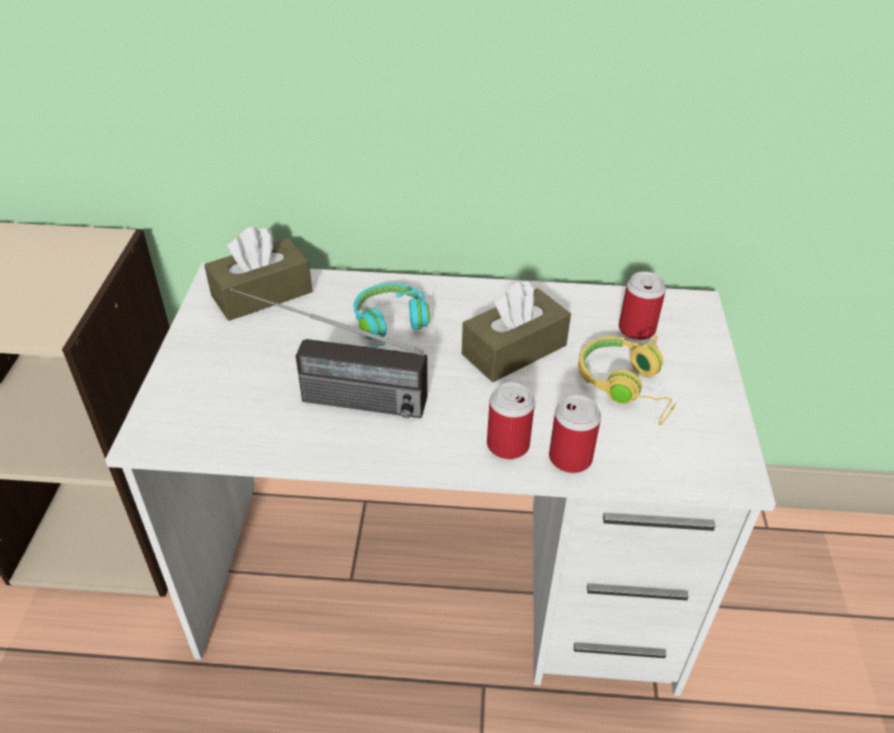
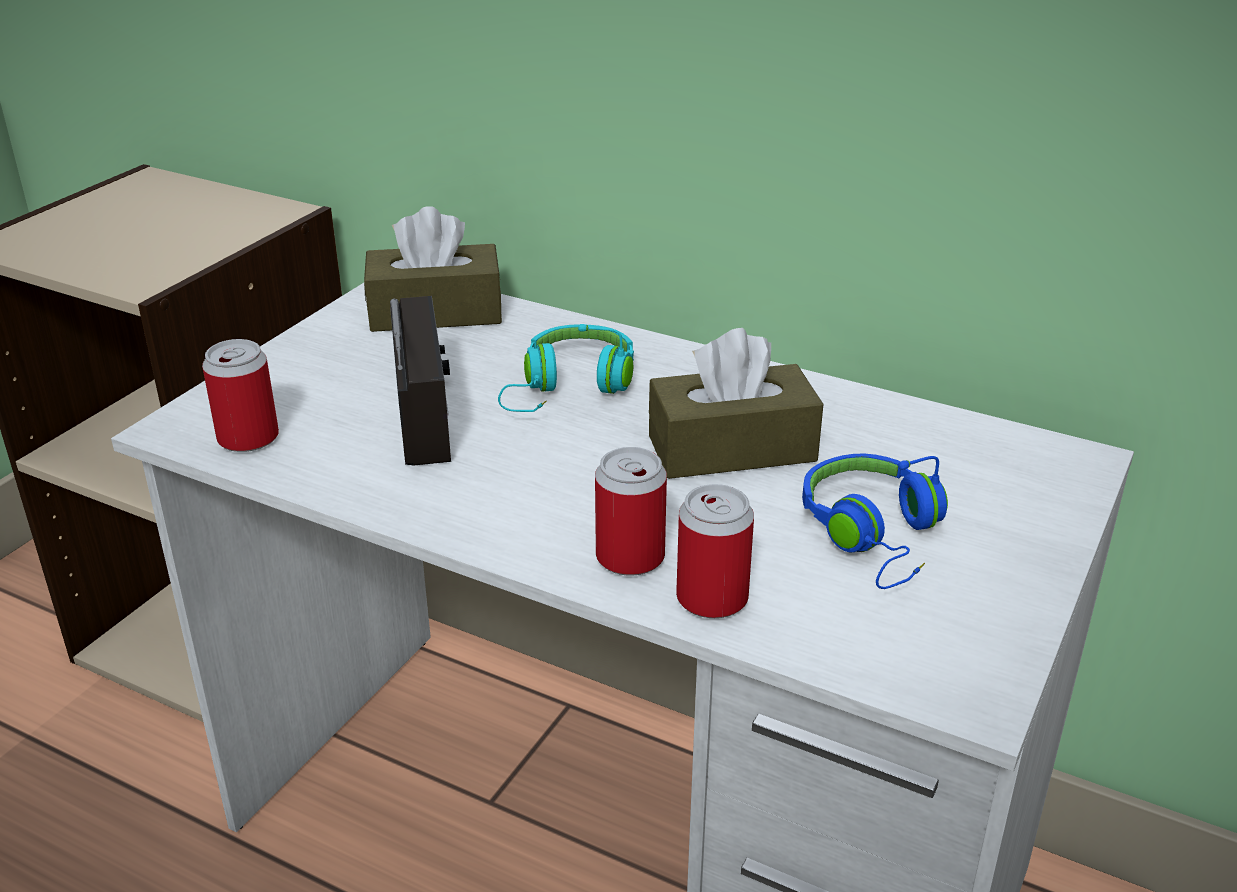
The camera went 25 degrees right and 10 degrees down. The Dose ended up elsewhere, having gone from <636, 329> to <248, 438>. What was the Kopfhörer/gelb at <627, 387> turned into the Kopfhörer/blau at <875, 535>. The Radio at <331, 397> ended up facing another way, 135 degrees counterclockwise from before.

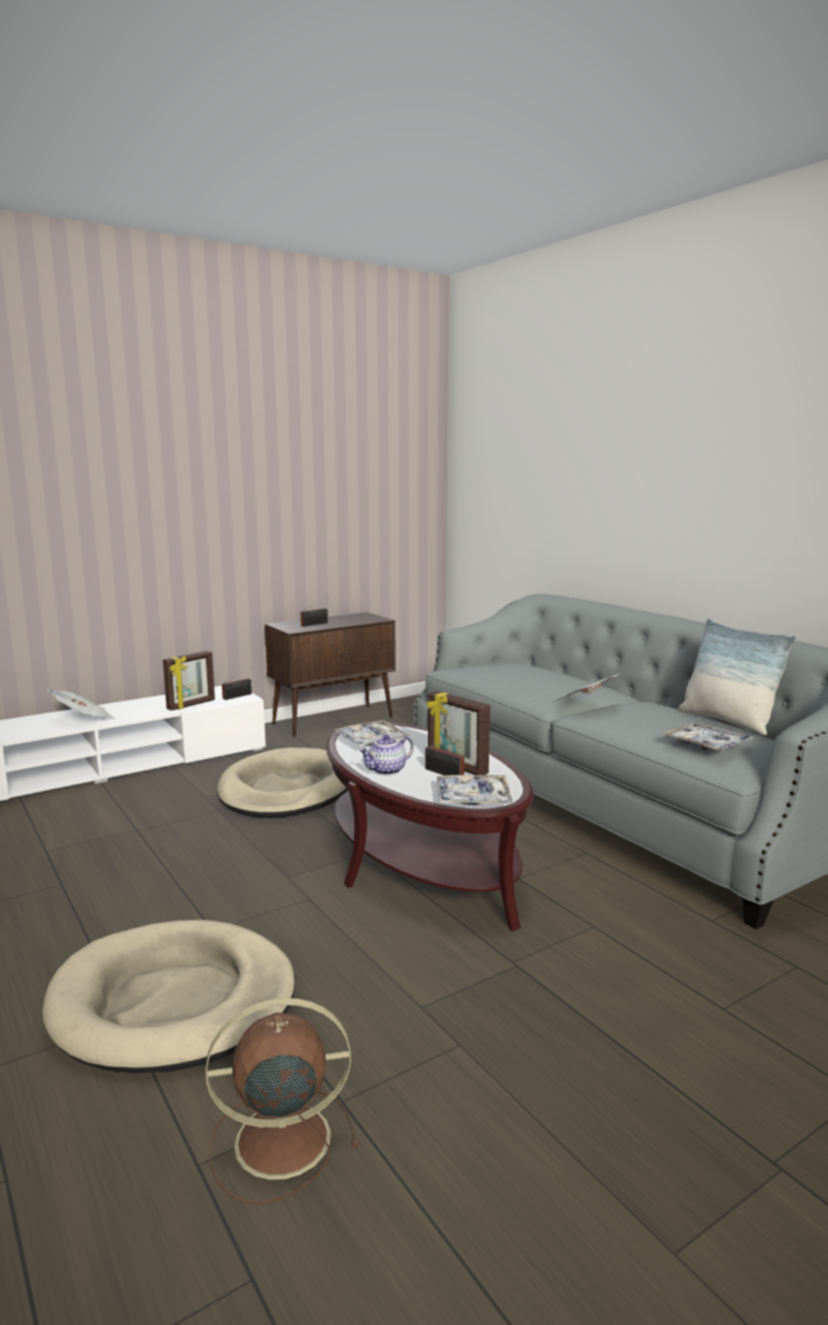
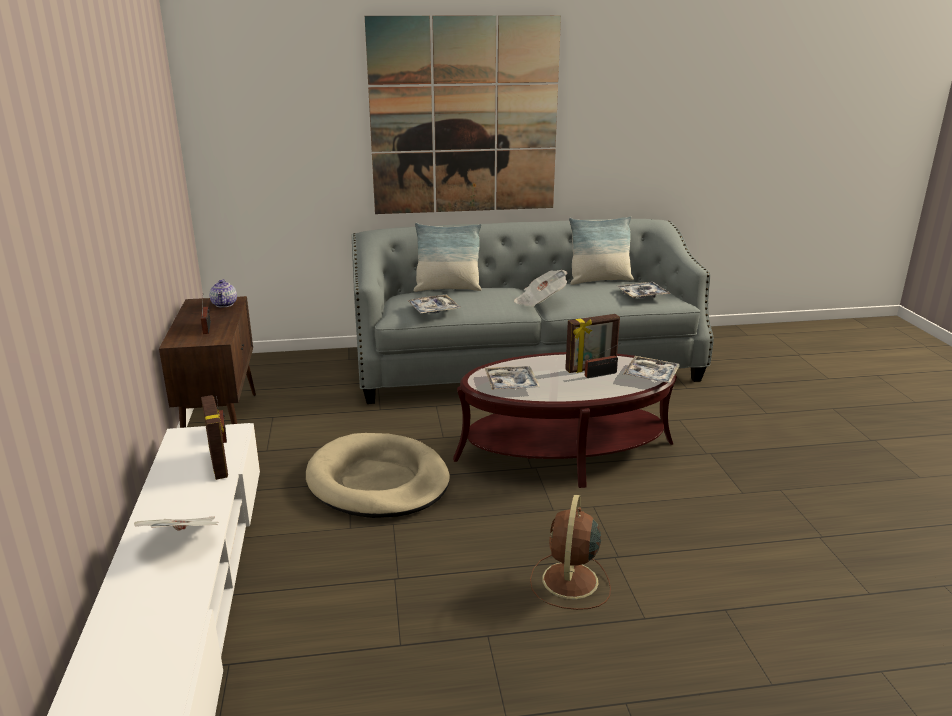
The camera went 65 degrees left and 10 degrees up. The second view lost the Hundebett/beige at <173, 1002>. The second view gained the Bild at <464, 117>. The second view gained the Tablett at <433, 309>. The second view gained the Kissen at <447, 289>. The Ventilator/braun ended up elsewhere, having gone from <278, 1140> to <569, 582>. The Teekanne ended up elsewhere, having gone from <387, 771> to <225, 304>.

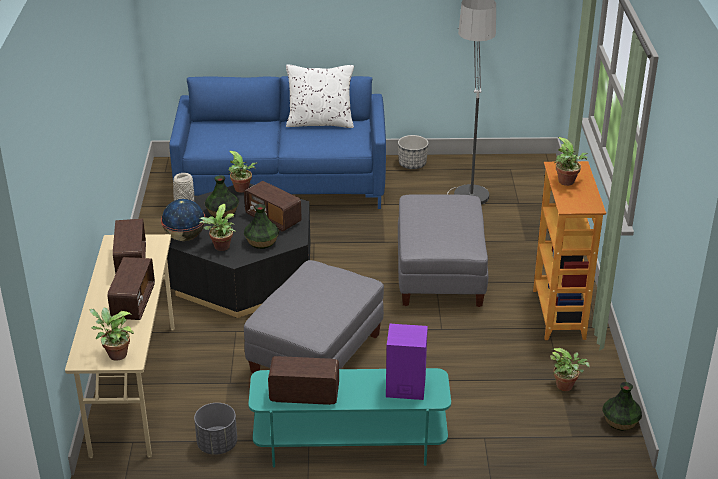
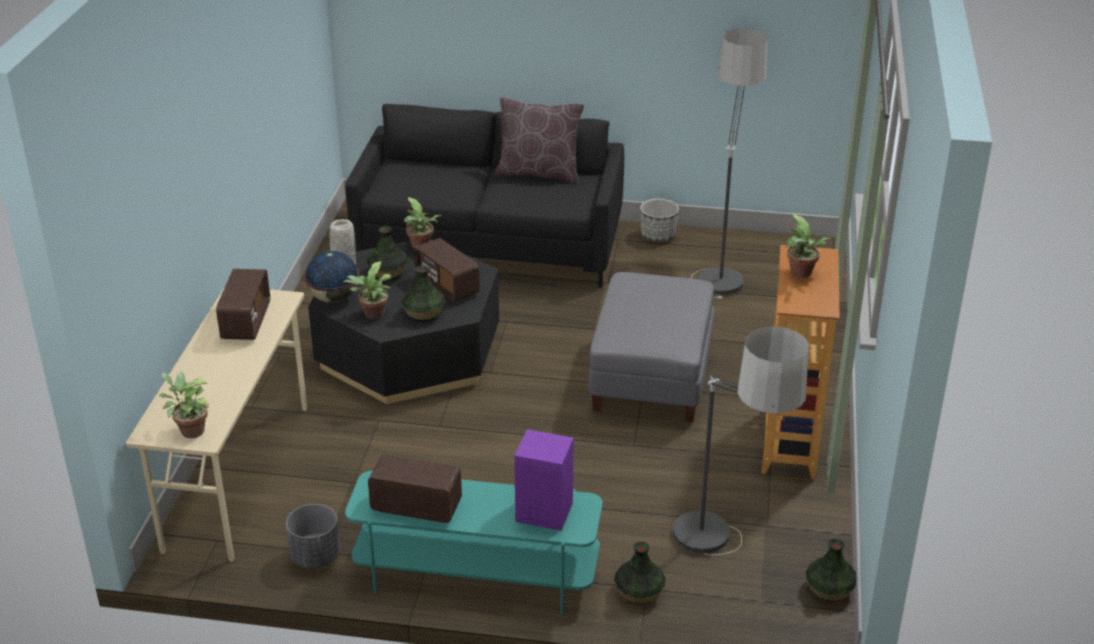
The camera went 10 degrees right and 0 degrees up. The second view lost the Radio at <133, 303>. The second view lost the Polsterhocker/grau at <316, 355>. The second view lost the Topfpflanze at <566, 386>. The second view gained the Vase at <639, 592>. The second view gained the Stehlampe at <725, 564>. What was the Sofa/blau at <282, 183> turned into the Sofa/schwarz at <490, 245>. What was the Kissen/weiß at <320, 122> turned into the Kissen/braun at <539, 173>.

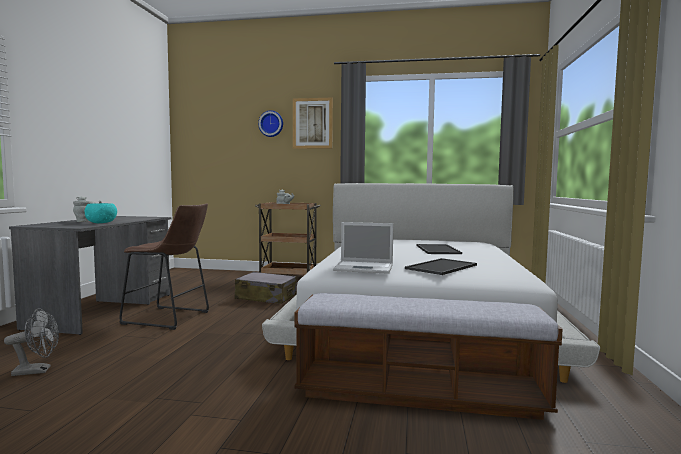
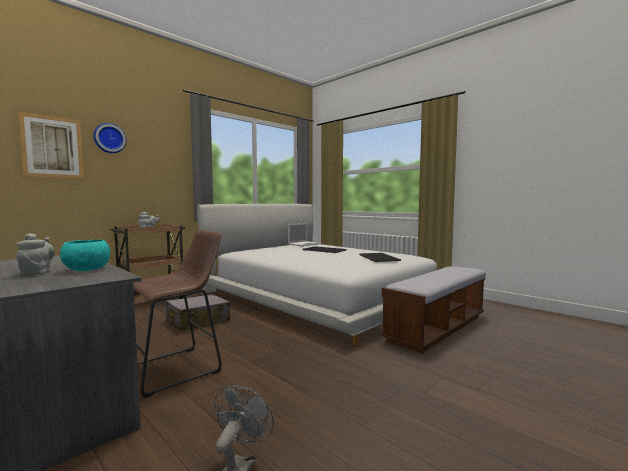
The camera went 55 degrees left and 0 degrees up. The Bild ended up elsewhere, having gone from <312, 123> to <52, 147>. The Laptop ended up elsewhere, having gone from <365, 268> to <304, 244>.

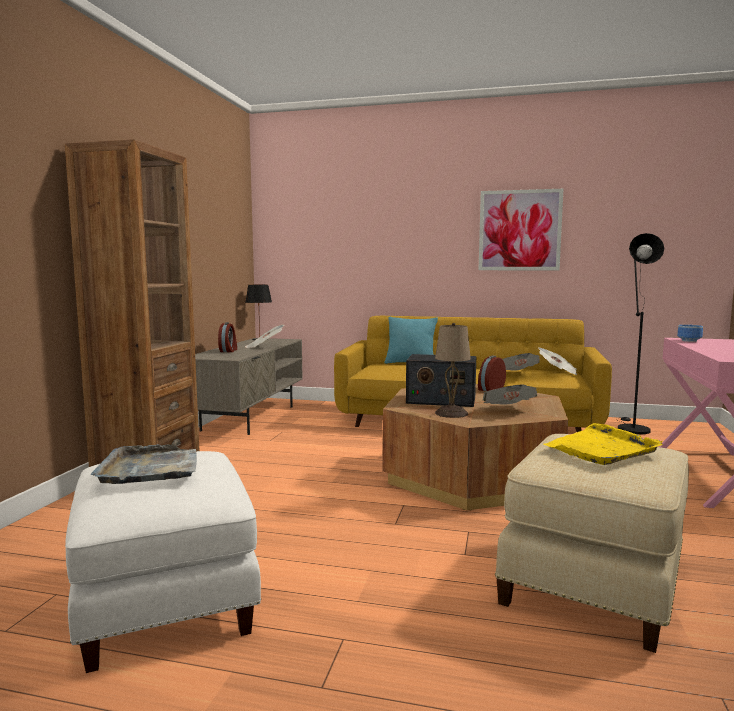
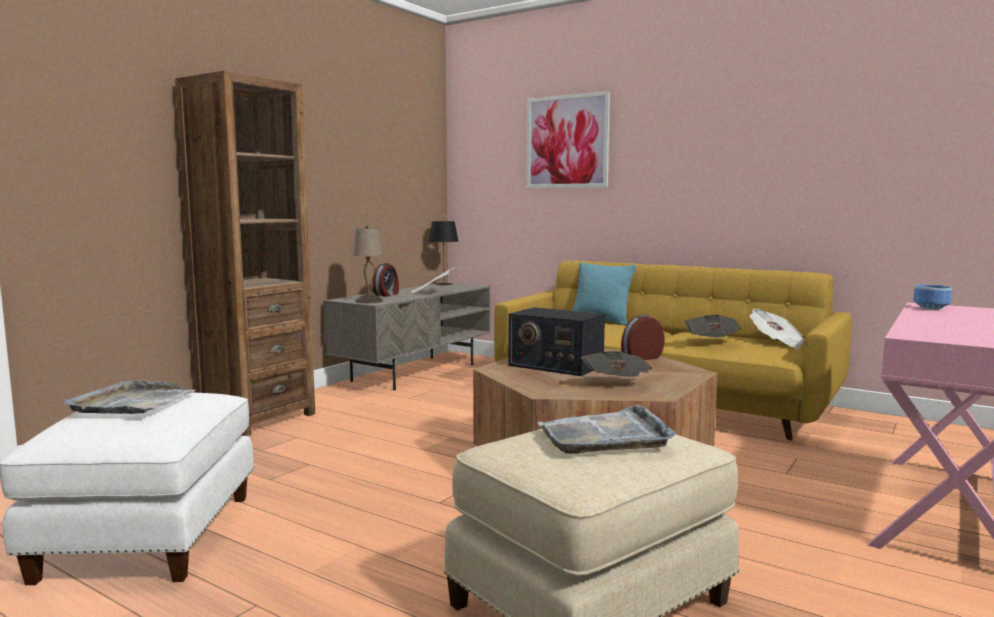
The camera went 20 degrees right and 0 degrees up. The second view lost the Stehlampe/schwarz at <631, 428>. The Tischlampe/beige ended up elsewhere, having gone from <452, 413> to <369, 301>. The Bild ended up elsewhere, having gone from <519, 230> to <567, 142>. What was the Tablett/gelb at <601, 448> turned into the Tablett/grau at <605, 435>.

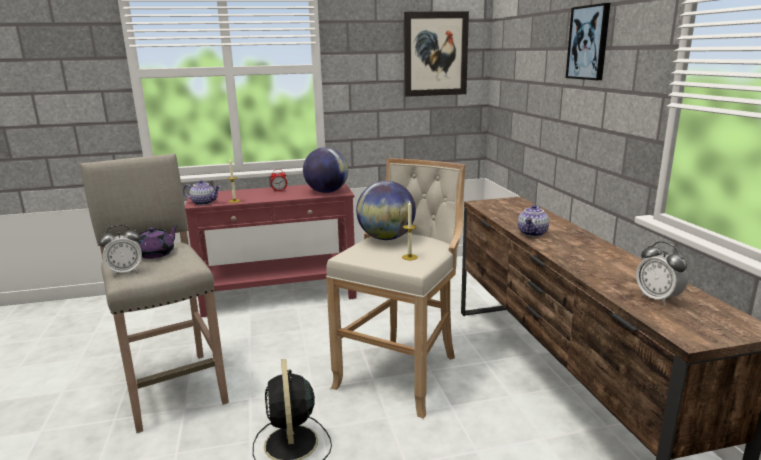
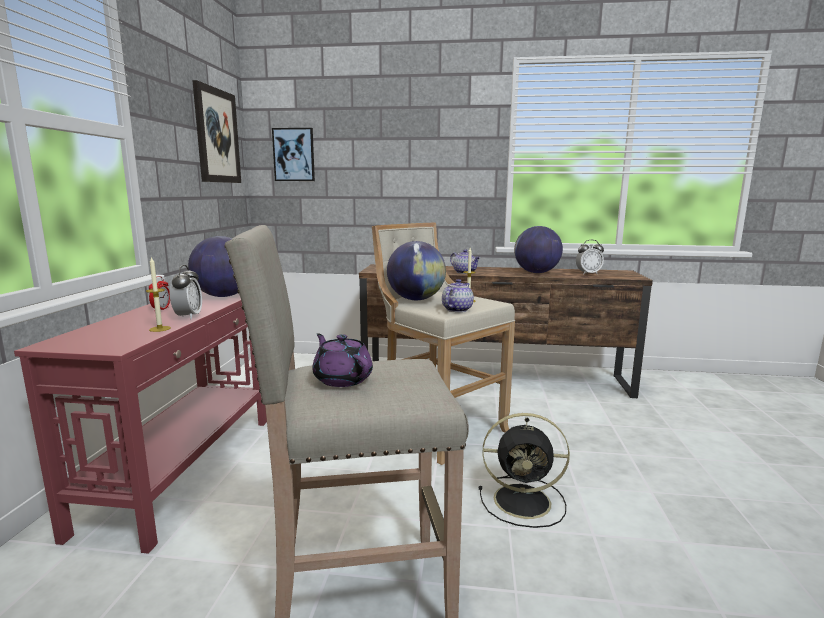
The camera went 70 degrees left and 5 degrees down. The second view gained the Globus at <536, 272>. The Wecker ended up elsewhere, having gone from <125, 272> to <188, 316>. The Teekanne ended up elsewhere, having gone from <204, 203> to <456, 309>. The Bild ended up elsewhere, having gone from <589, 42> to <294, 155>.

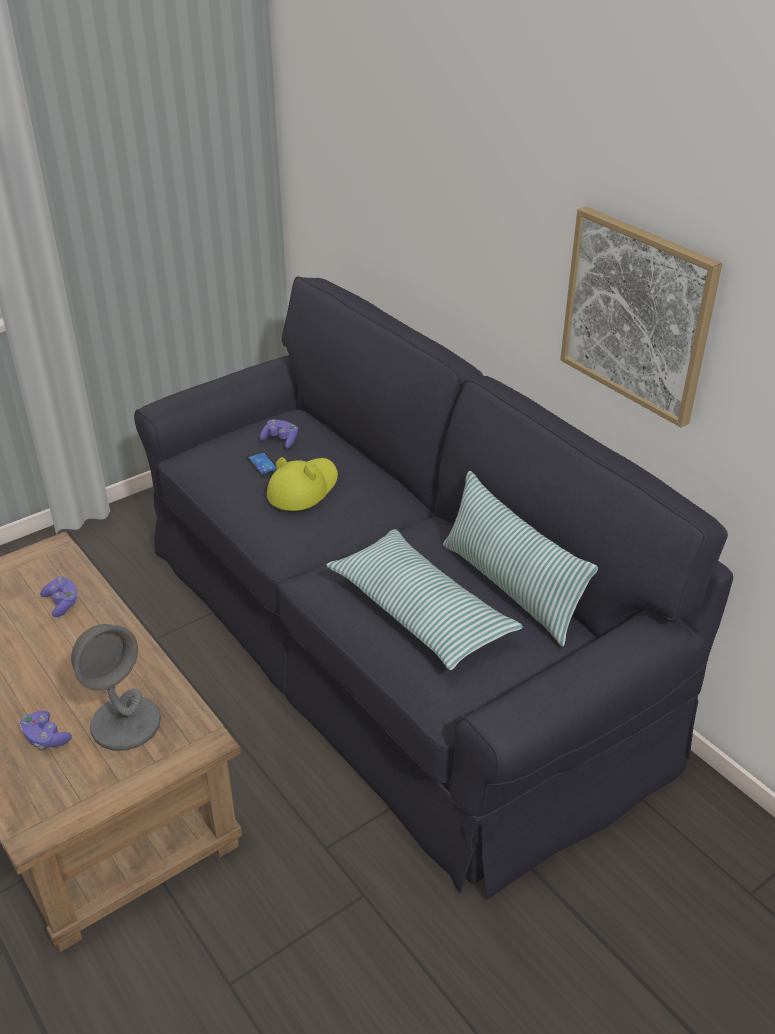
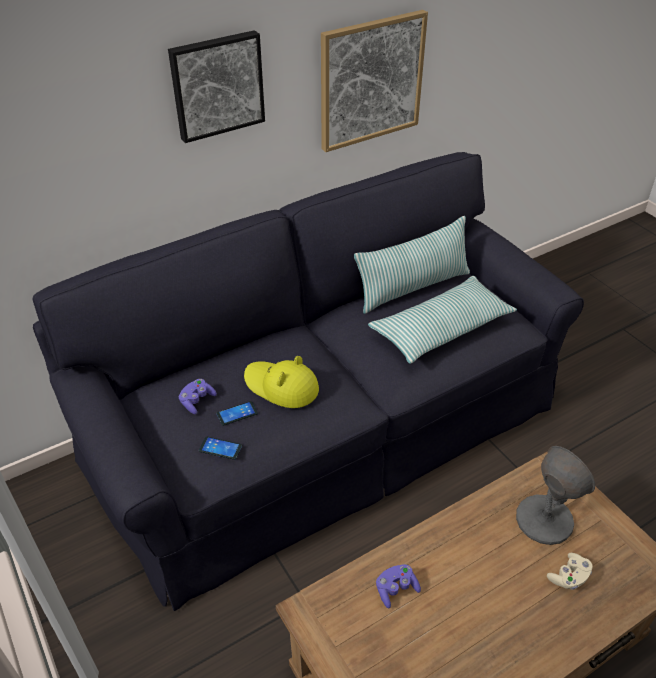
The camera went 85 degrees left and 5 degrees up. The second view gained the Bild at <217, 85>. The second view gained the Handy at <220, 448>. What was the Gamepad/lila at <46, 738> turned into the Gamepad/beige at <569, 577>.

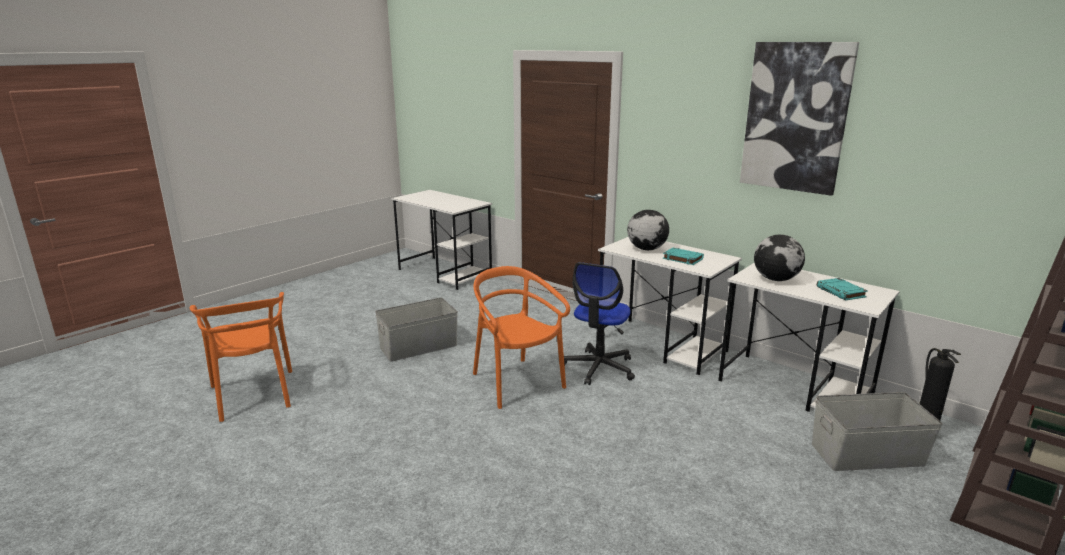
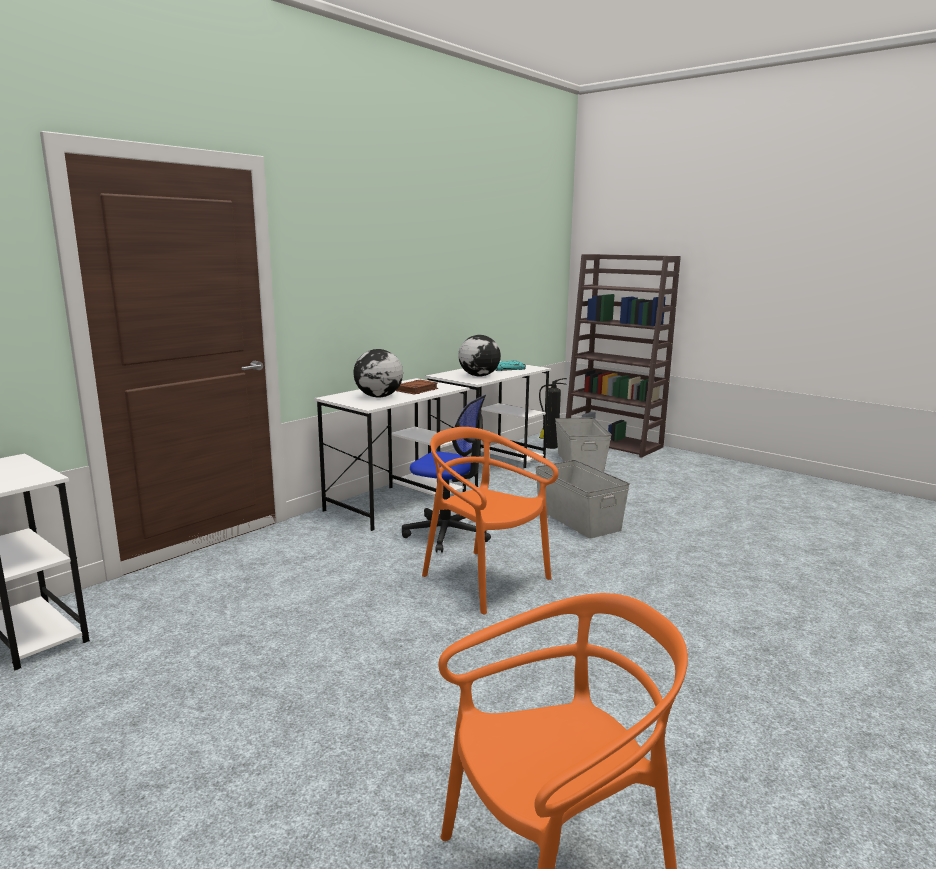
The camera went 90 degrees left and 5 degrees down. The second view lost the Bild at <795, 117>. The Aufbewahrungsbox/grau ended up elsewhere, having gone from <419, 347> to <578, 519>. What was the Buch/türkis at <682, 259> turned into the Buch/braun at <416, 390>. The Stuhl/orange at <516, 383> ended up facing another way, 75 degrees clockwise from before.

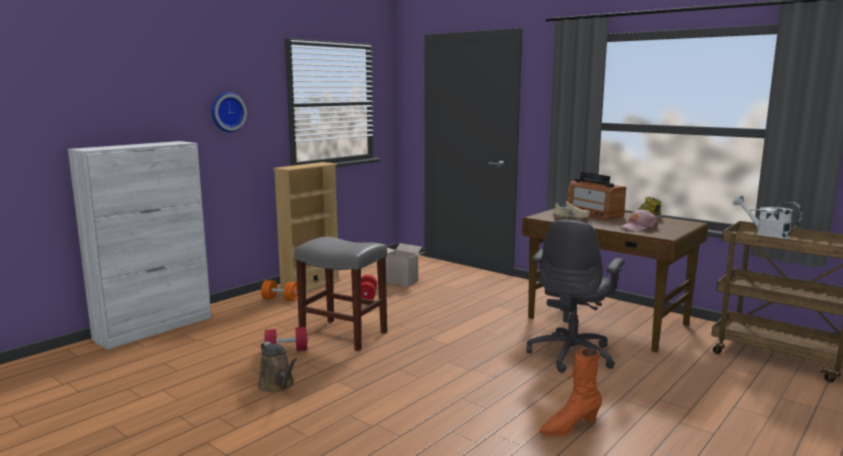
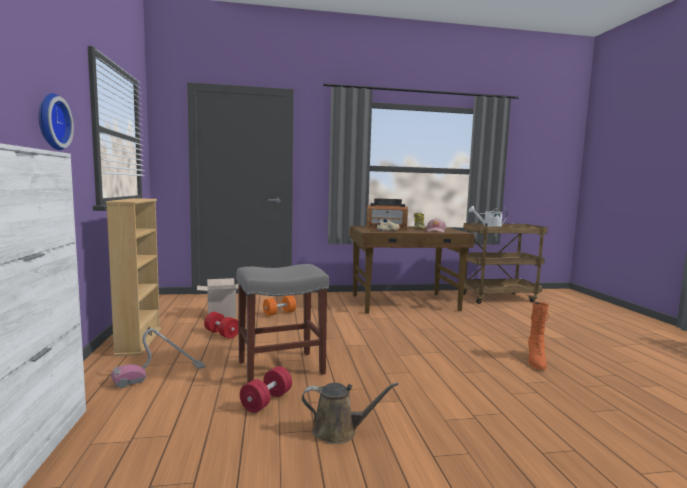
The camera went 50 degrees left and 5 degrees down. The second view lost the Bürostuhl/grau at <572, 354>. The second view gained the Staubsauger at <160, 374>. The Hantel/orange ended up elsewhere, having gone from <280, 299> to <279, 313>.

